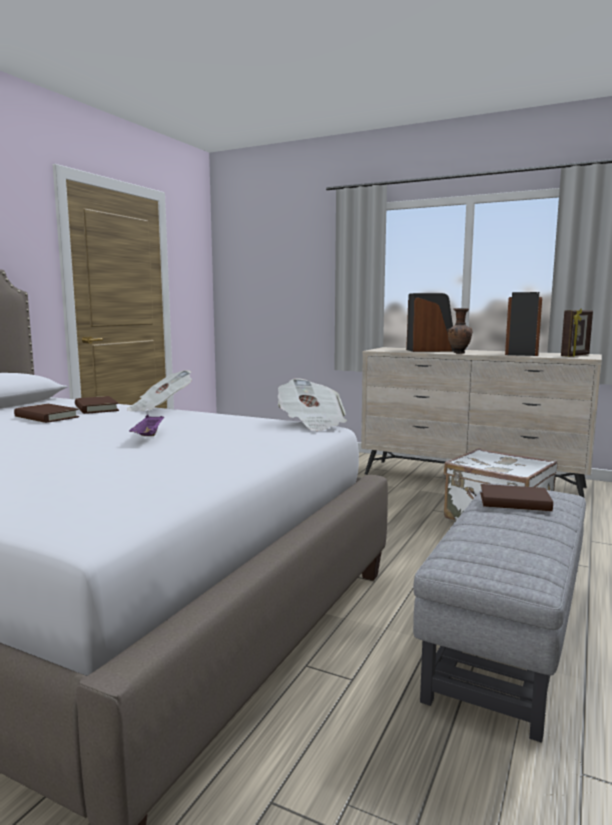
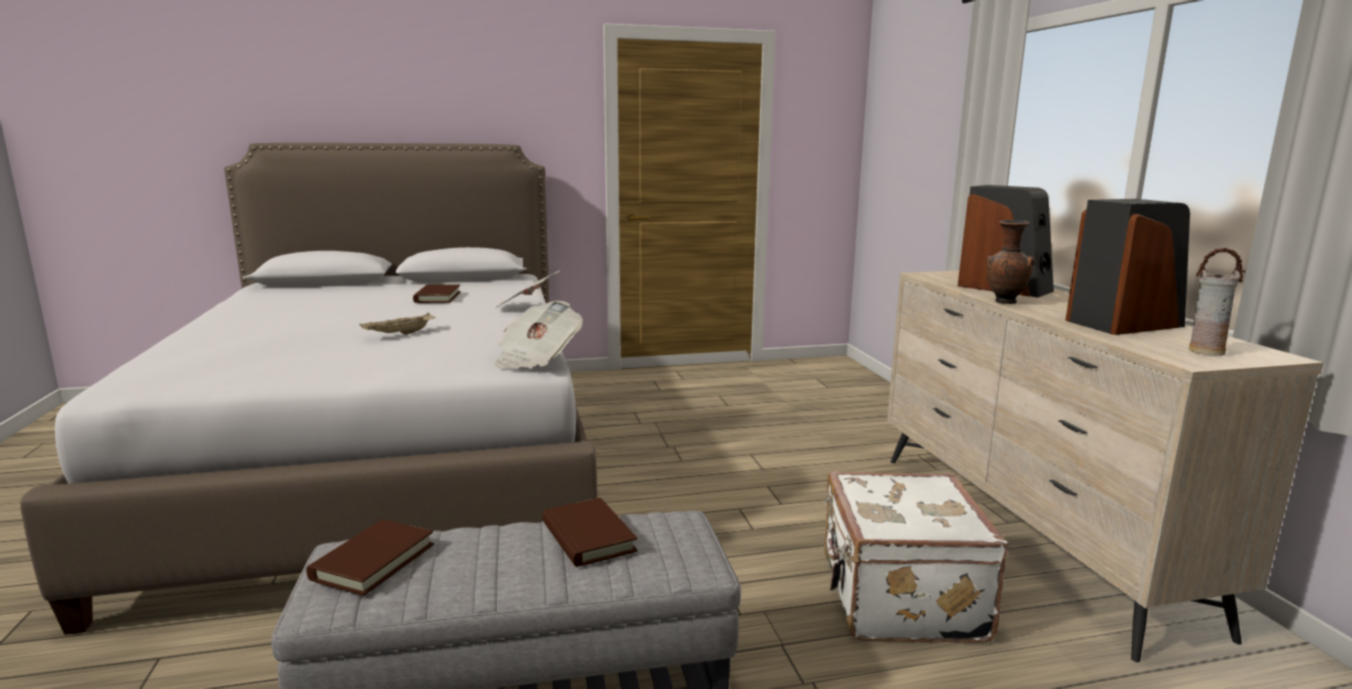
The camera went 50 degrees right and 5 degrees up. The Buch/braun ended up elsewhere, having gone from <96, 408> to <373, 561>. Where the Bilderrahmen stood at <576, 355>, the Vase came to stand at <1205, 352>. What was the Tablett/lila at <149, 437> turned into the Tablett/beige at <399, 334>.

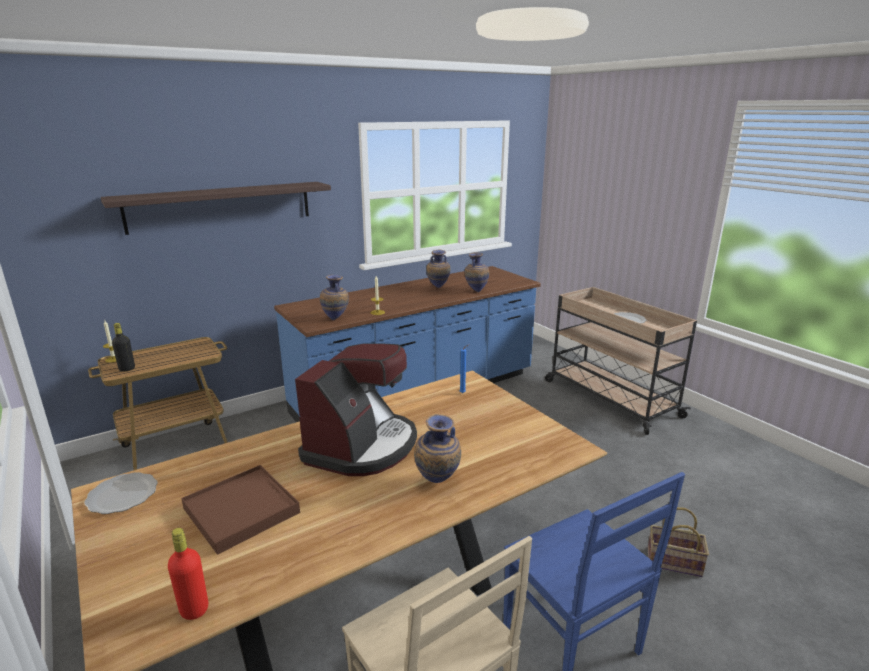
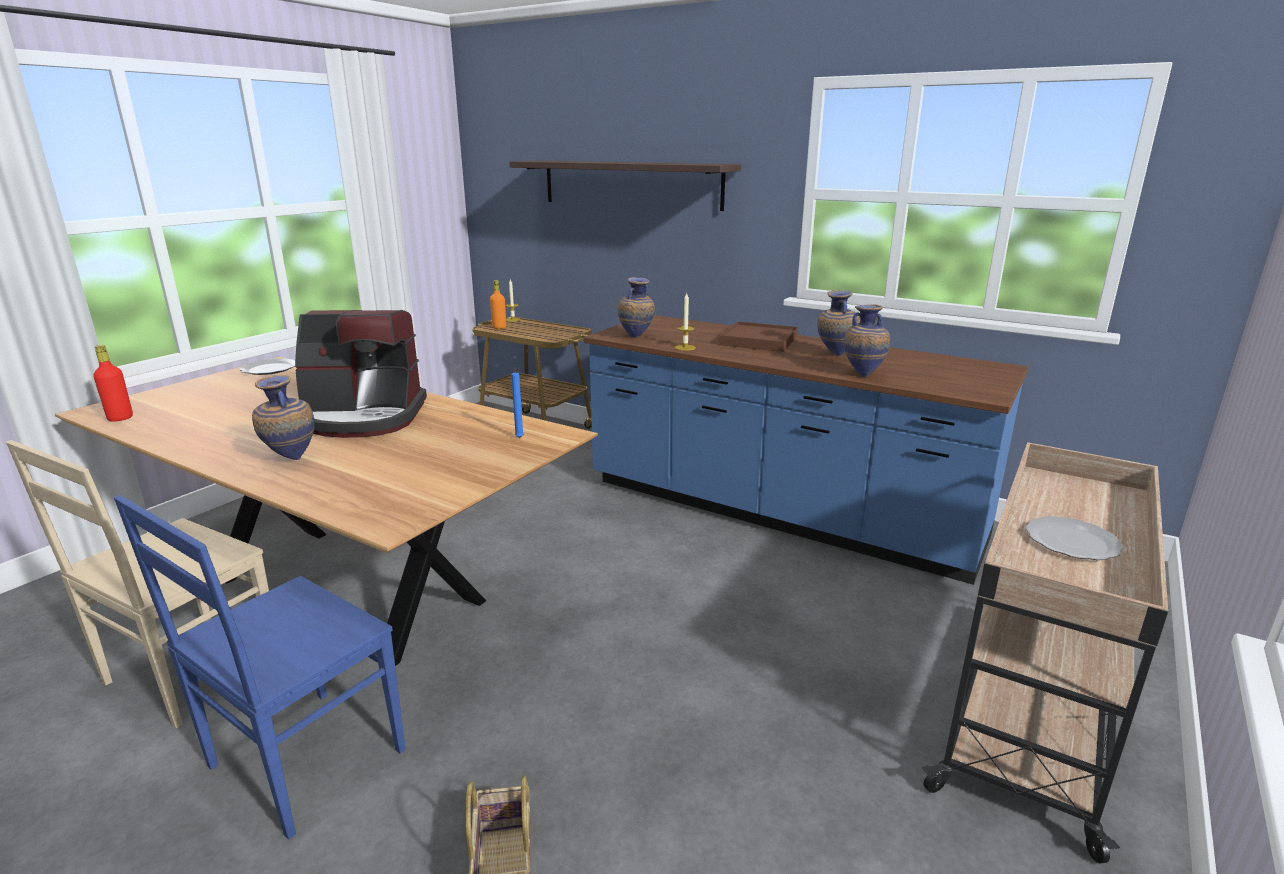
The camera went 65 degrees right and 0 degrees up. The Tablett/braun ended up elsewhere, having gone from <241, 510> to <759, 340>. What was the Flasche/schwarz at <127, 369> turned into the Flasche/orange at <499, 327>.

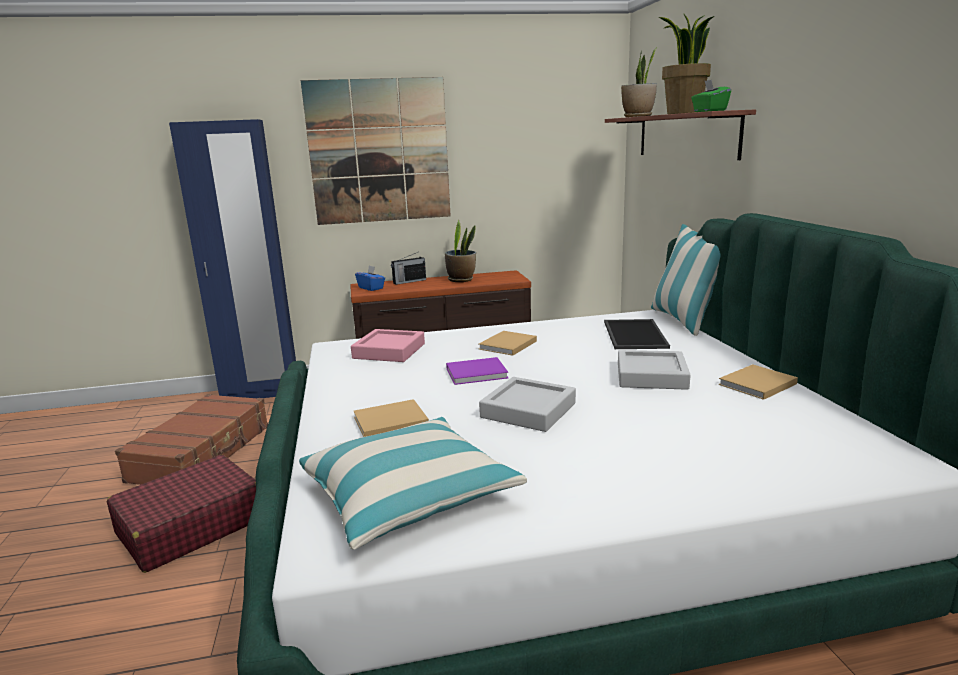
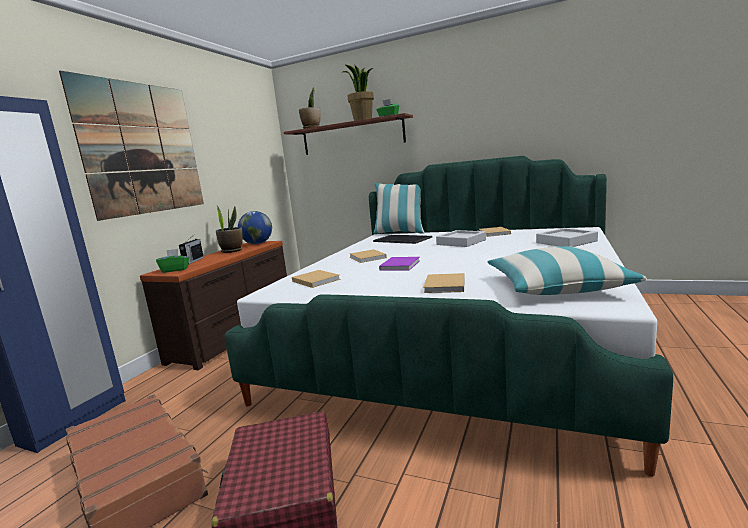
The camera went 55 degrees left and 5 degrees down. The second view gained the Globus at <257, 243>. The Tablett/grau ended up elsewhere, having gone from <528, 410> to <566, 242>. Where the Tablett/rosa stood at <389, 351>, the Buch/beige came to stand at <315, 280>. What was the Taschentuchbox/blau at <371, 288> turned into the Taschentuchbox/grün at <175, 270>.

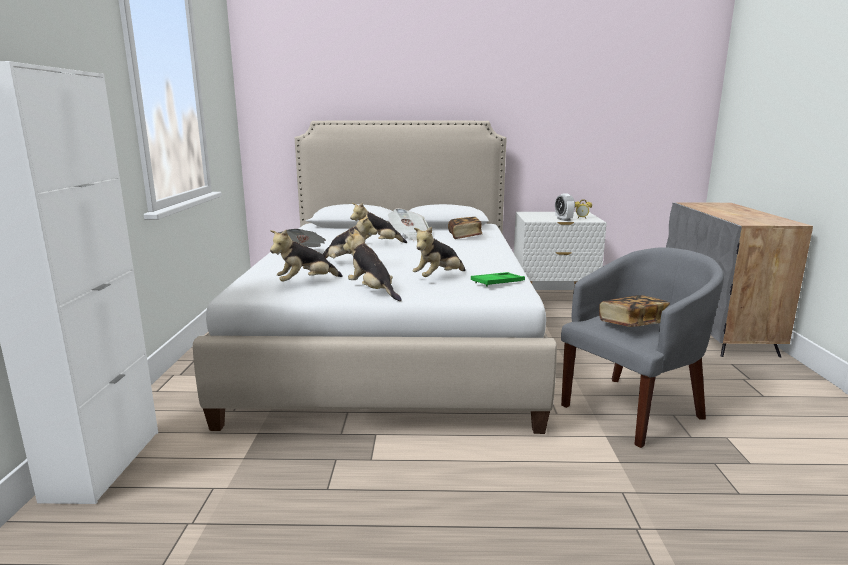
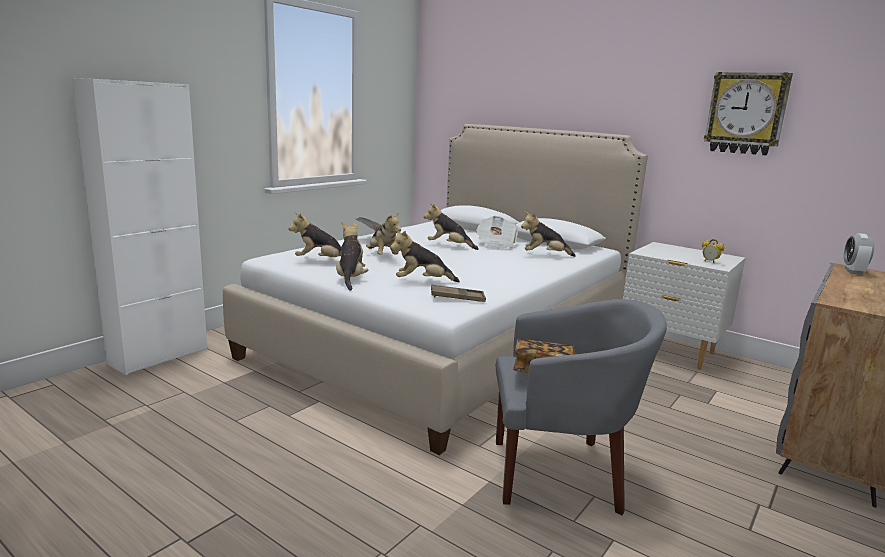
The camera went 35 degrees right and 0 degrees up. The second view gained the Wanduhr at <746, 113>. The Wecker ended up elsewhere, having gone from <563, 219> to <853, 271>. Where the Buch stood at <464, 236>, the Plüschtier came to stand at <545, 255>. What was the Tablett/grün at <497, 283> turned into the Tablett/braun at <457, 298>.

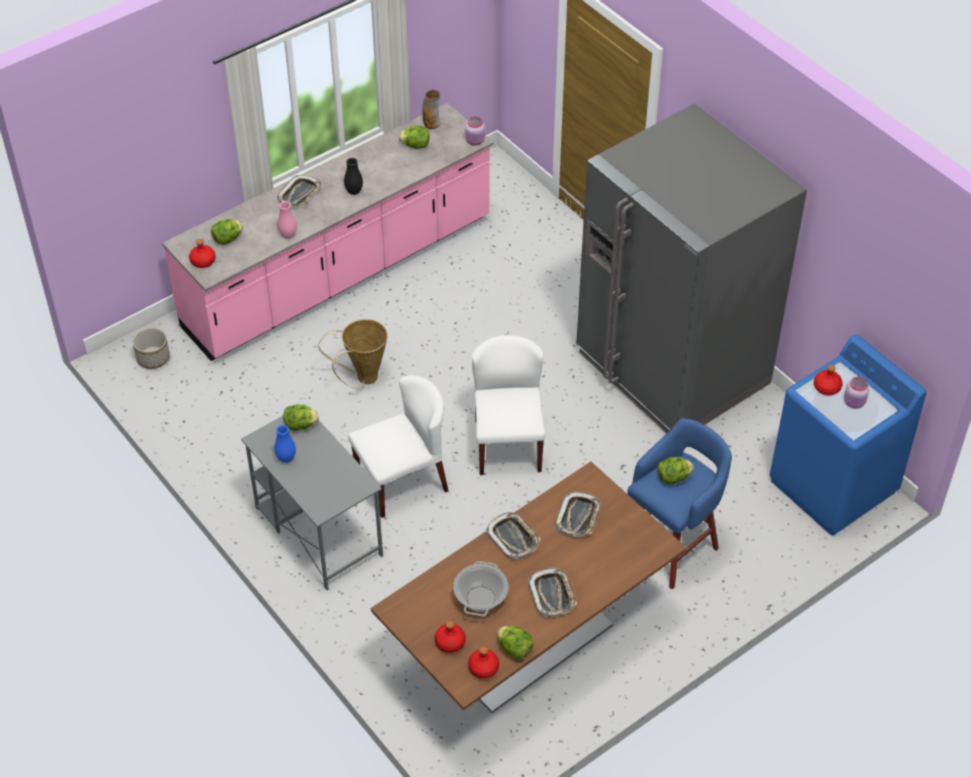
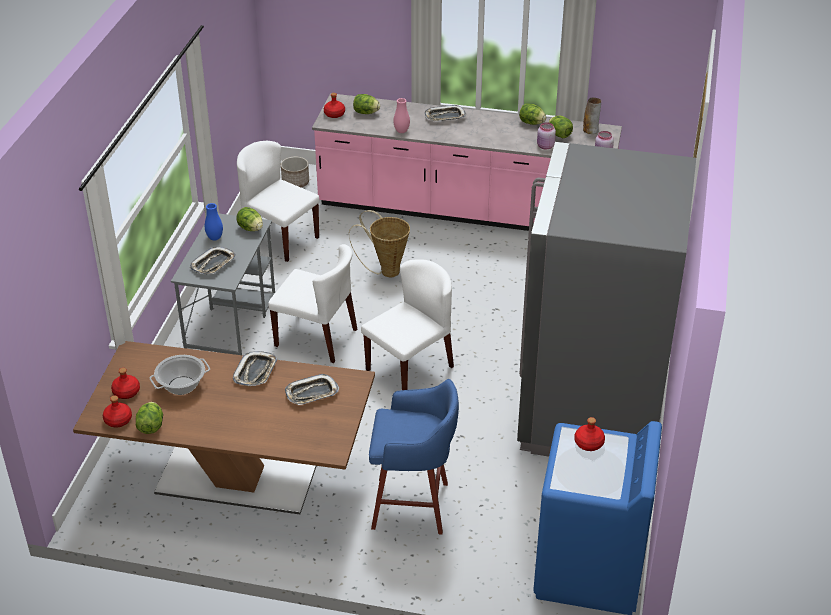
The camera went 50 degrees right and 10 degrees down. The second view lost the Vase/schwarz at <354, 192>. The second view gained the Stuhl/weiß at <279, 239>. The Tablett ended up elsewhere, having gone from <552, 595> to <213, 264>. The Salatkopf ended up elsewhere, having gone from <673, 478> to <531, 123>. The Vorratsglas/rosa ended up elsewhere, having gone from <854, 403> to <545, 146>.

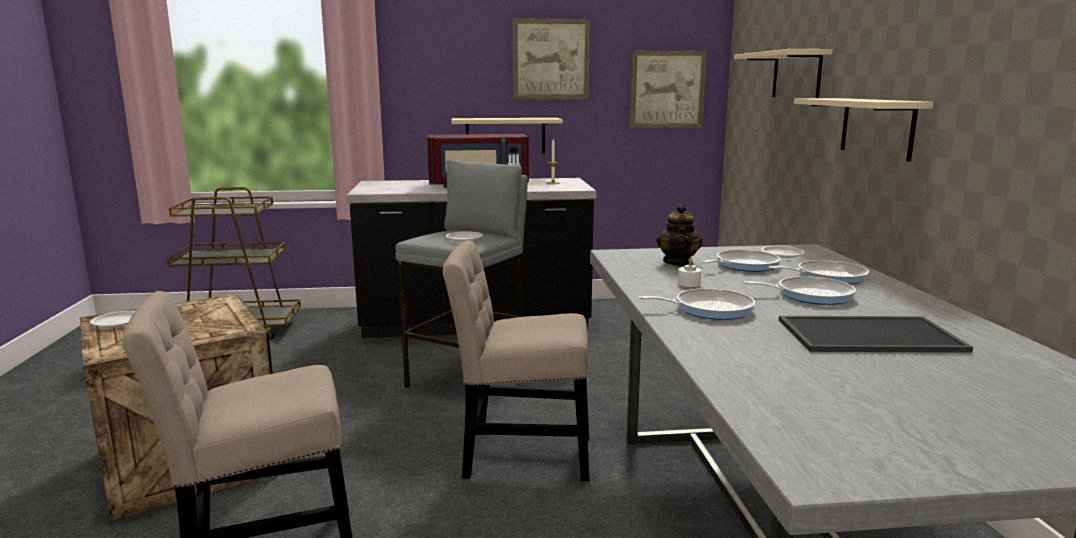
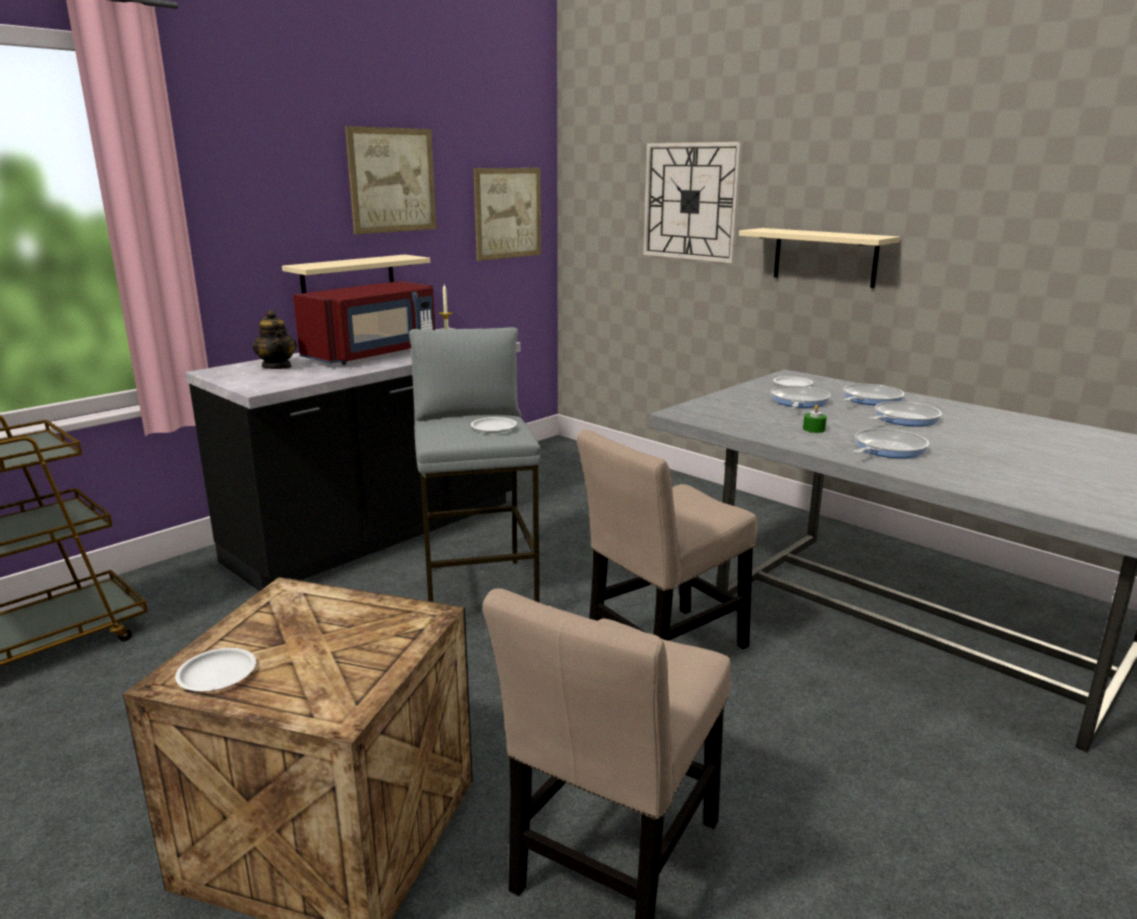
The camera went 40 degrees left and 5 degrees up. The second view lost the Tablett at <869, 334>. The Teekanne ended up elsewhere, having gone from <678, 263> to <277, 366>. Where the Wandregal/beige hung at <796, 75>, the Wanduhr came to hang at <691, 201>. What was the Kerze/weiß at <689, 283> turned into the Kerze/grün at <814, 429>.

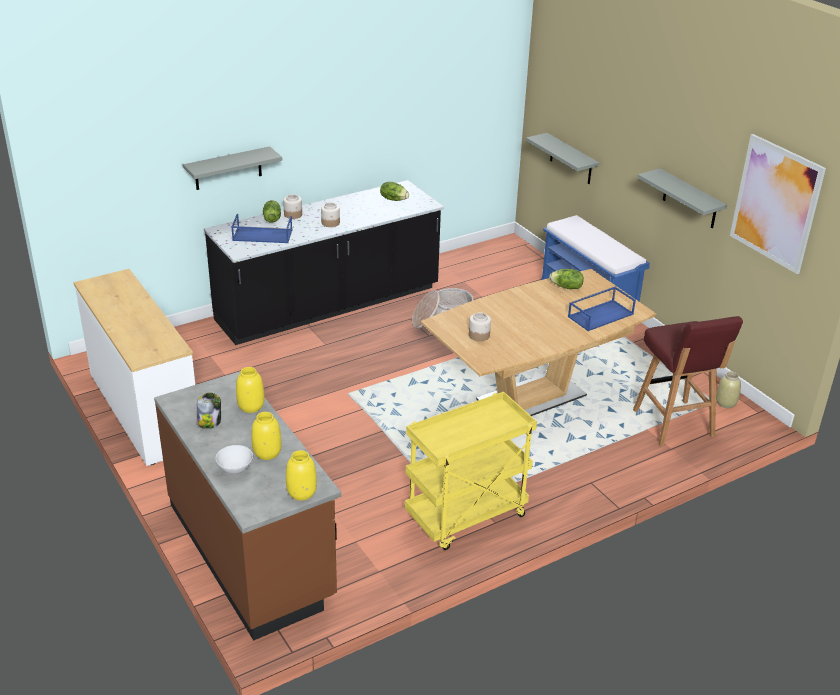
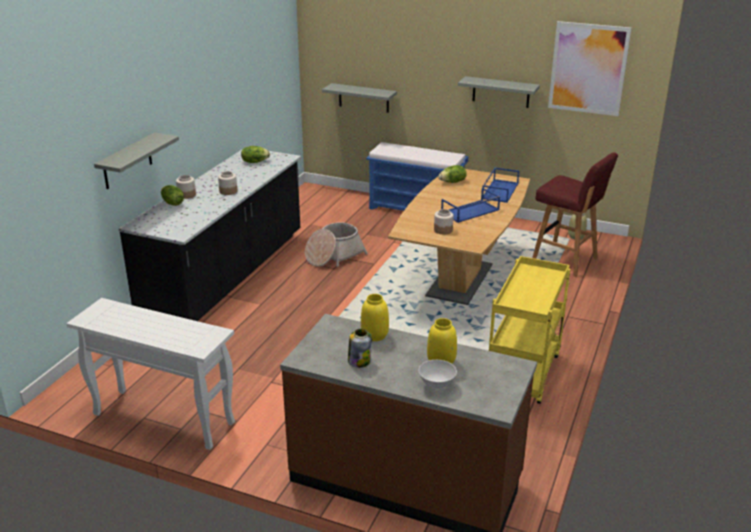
The camera went 35 degrees left and 5 degrees down. The second view lost the Vase/gelb at <301, 492>. The Tablett/blau ended up elsewhere, having gone from <261, 235> to <470, 211>. Where the Kommode/weiß stood at <143, 410>, the Konsolentisch/weiß came to stand at <162, 419>.

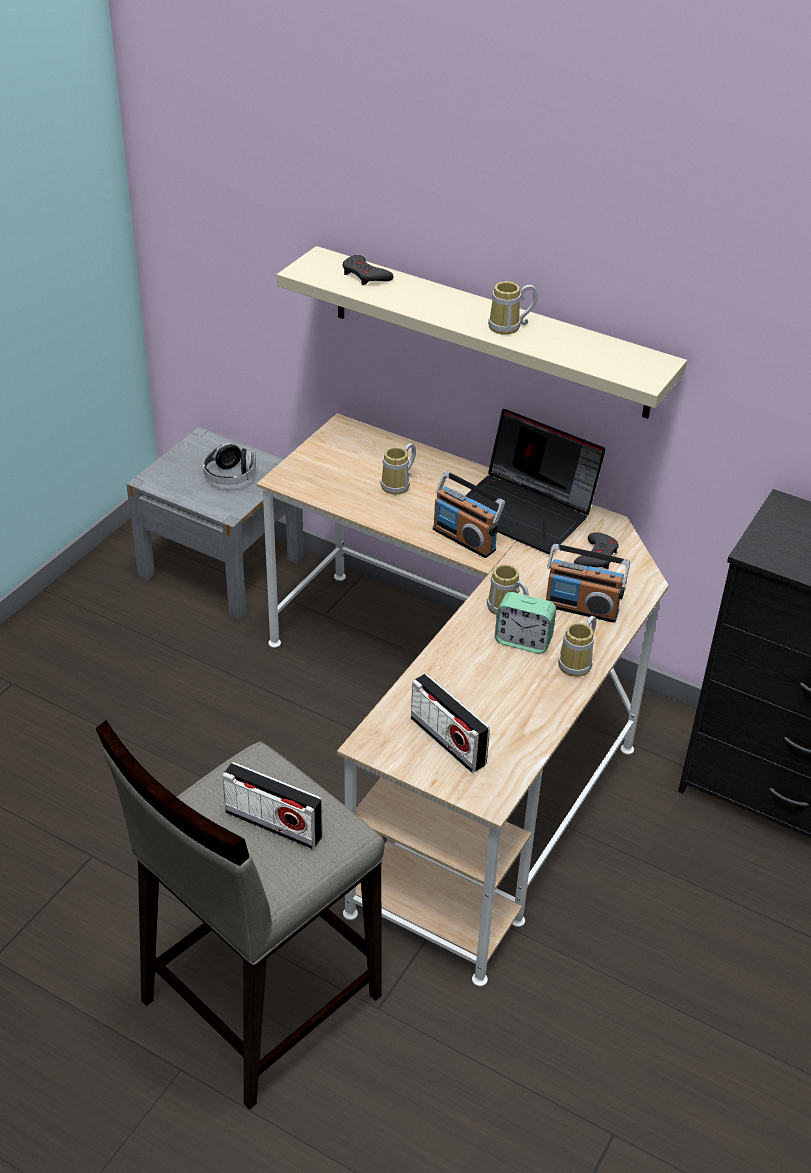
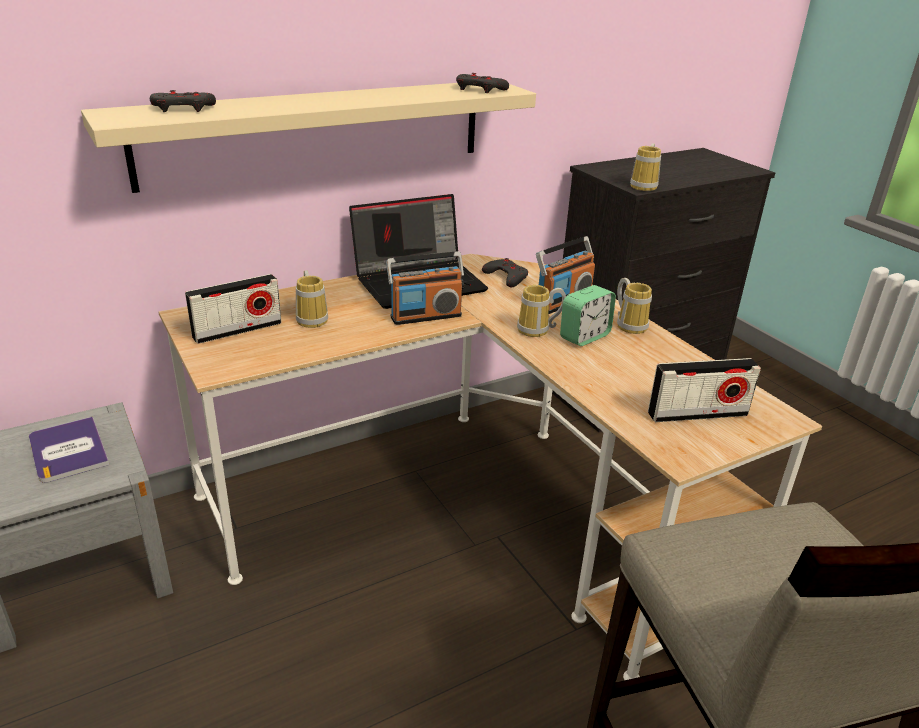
The camera went 60 degrees left and 10 degrees down. The second view gained the Gamepad/grau at <479, 89>. The Radio ended up elsewhere, having gone from <273, 824> to <237, 330>. The Henkelbecher ended up elsewhere, having gone from <509, 328> to <645, 186>. Where the Kopfhörer stood at <230, 477>, the Buch came to stand at <68, 450>.

